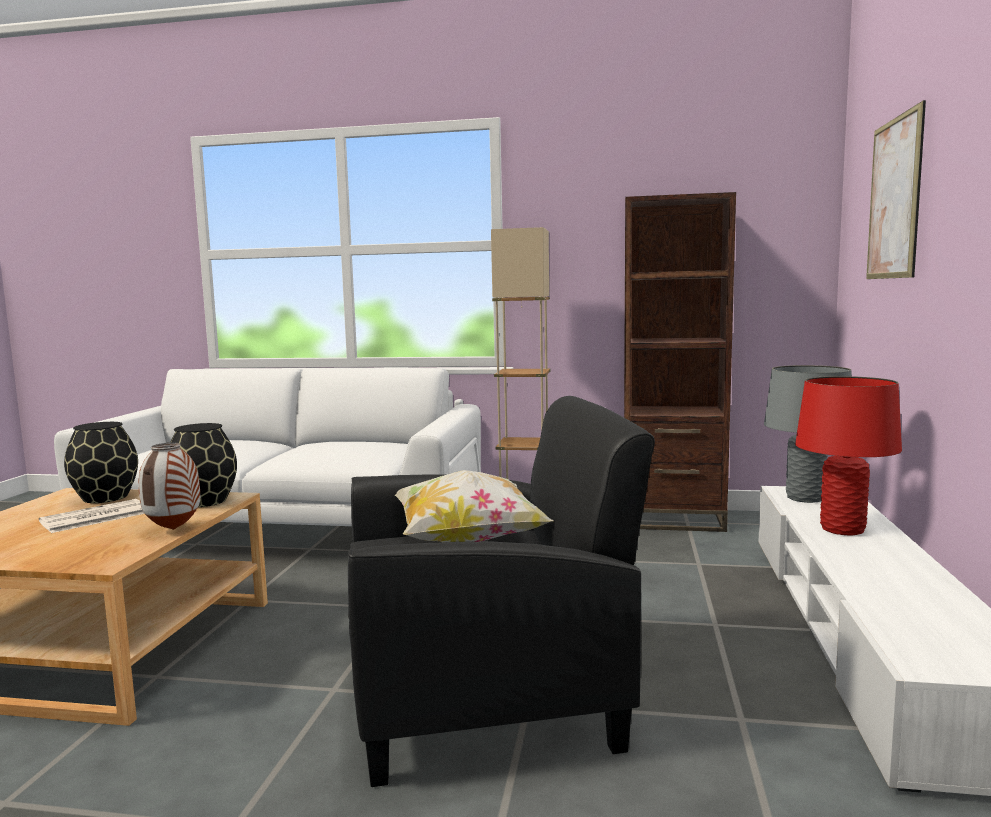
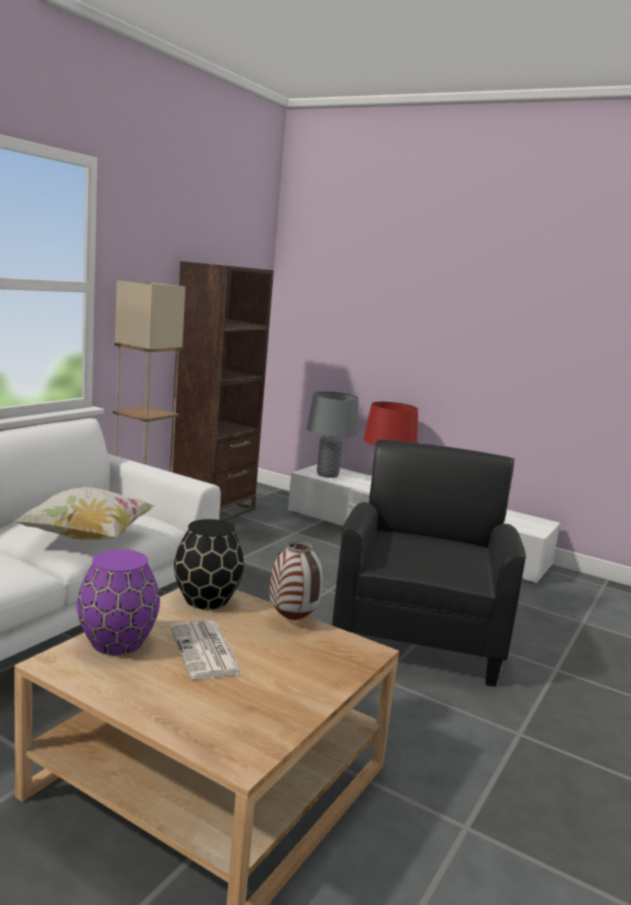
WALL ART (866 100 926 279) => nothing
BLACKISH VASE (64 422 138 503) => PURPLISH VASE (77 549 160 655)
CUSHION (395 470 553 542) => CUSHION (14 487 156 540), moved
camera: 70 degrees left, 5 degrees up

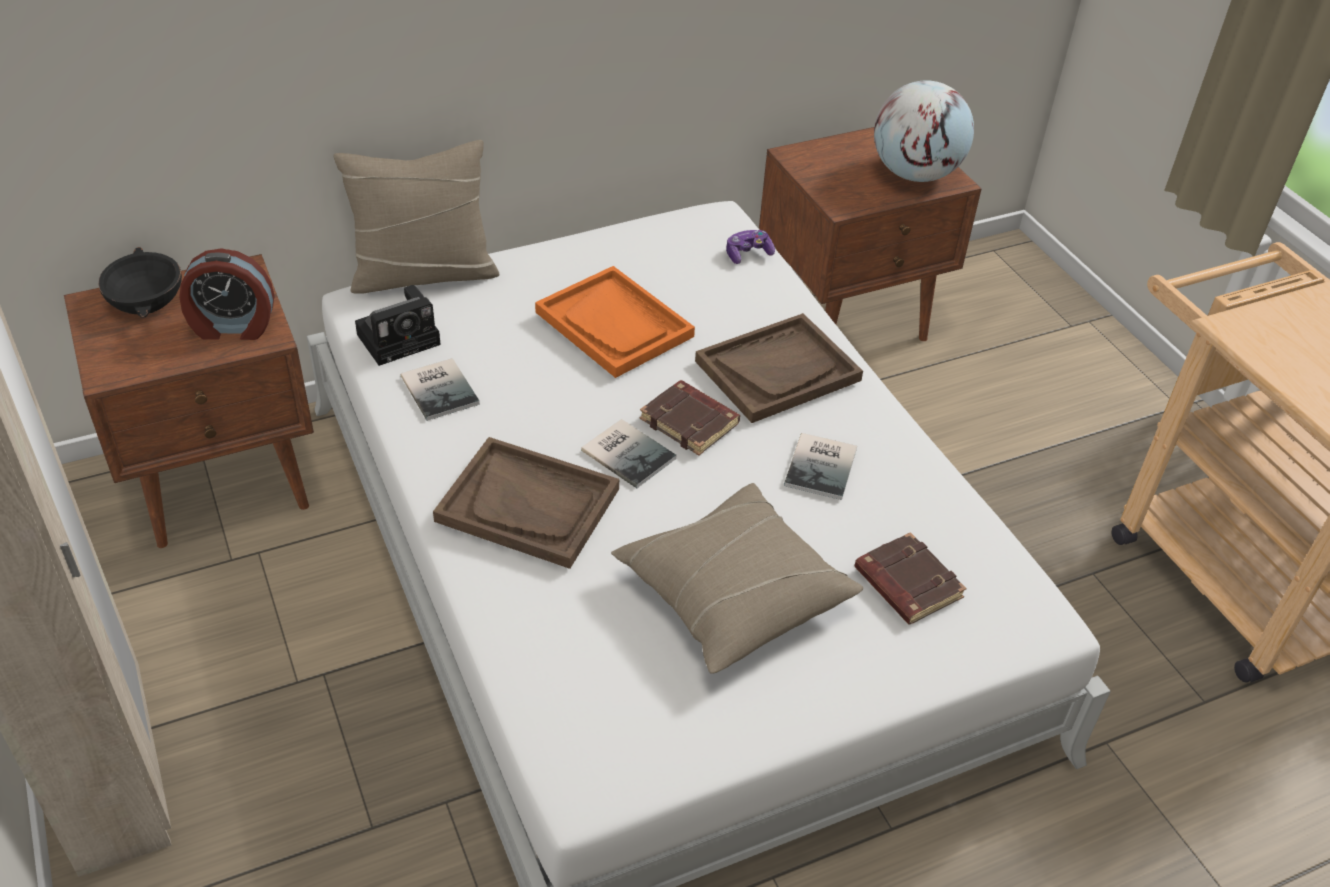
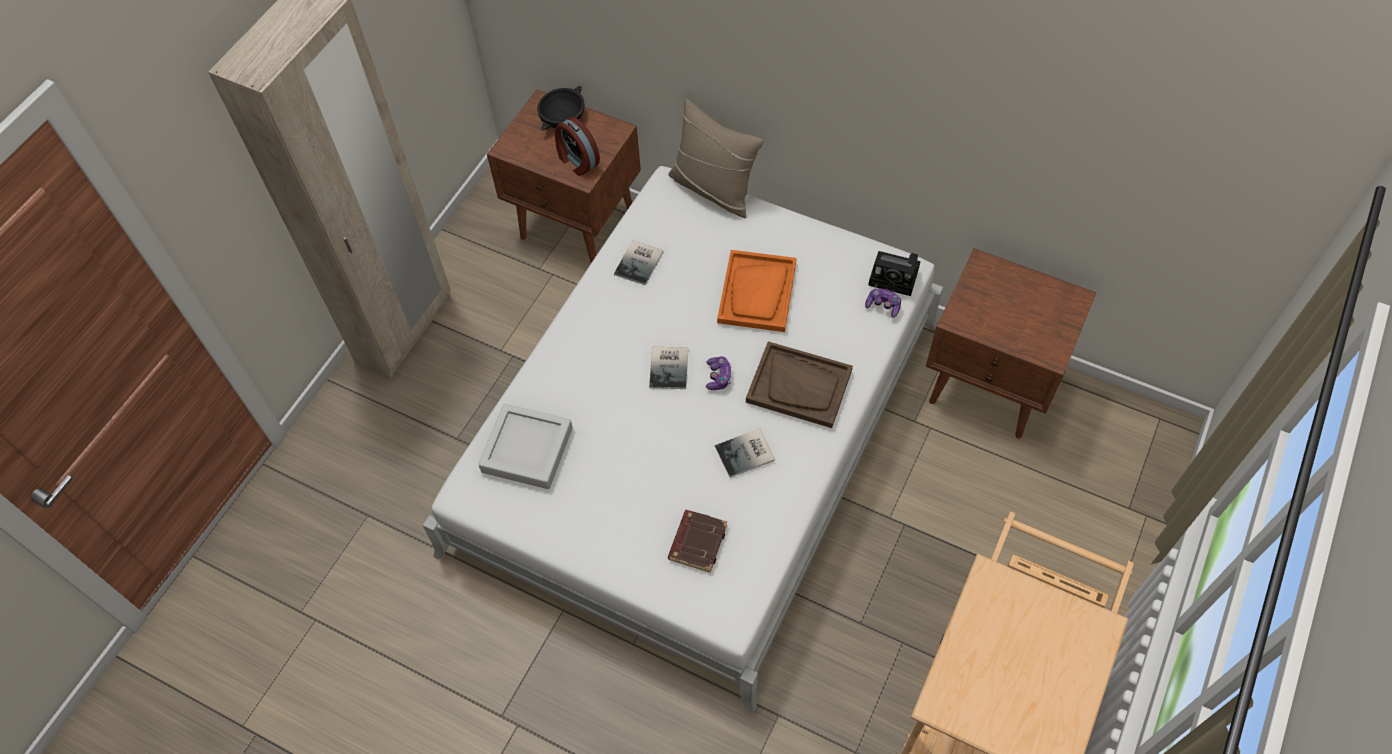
WORLD GLOBE (874 80 974 182) => nothing
PHOTO CAMERA (355 285 441 366) => PHOTO CAMERA (868 251 920 296), moved
BROWNISH BOOK (640 380 740 456) => JOYPAD (706 356 731 390)
BROWNISH CARRYING TRAY (433 437 619 569) => nothing
BEIGE CUSHION (611 483 863 674) => nothing
nothing => GRAY CARRYING TRAY (478 404 573 489)
camera: 55 degrees right, 15 degrees up

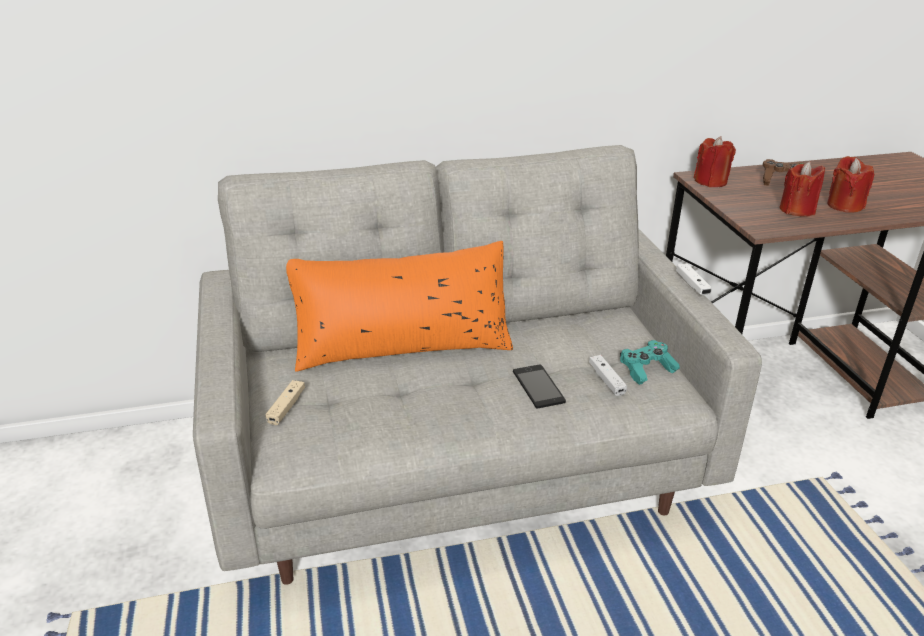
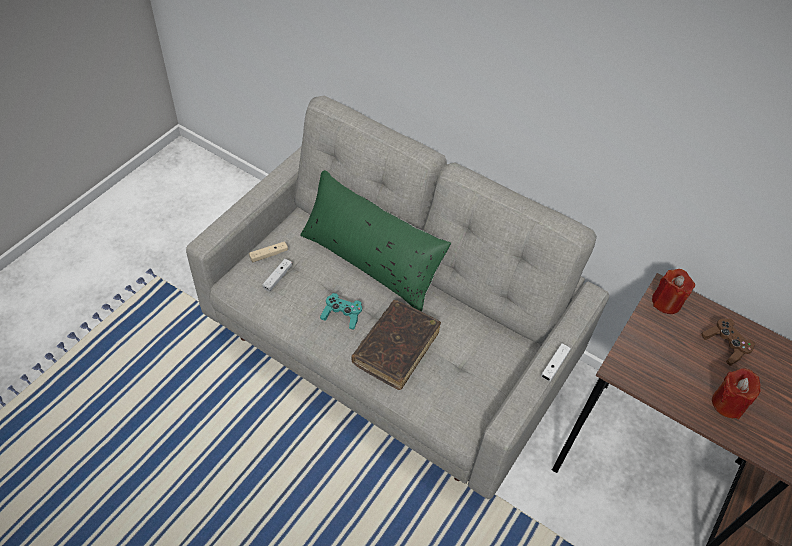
REDDISH CANDLE (779 161 825 217) => nothing
ORANGEY CUSHION (286 241 513 372) => GREENISH CUSHION (300 170 451 312)
BLUE-GREEN JOYPAD (620 340 680 385) => BLUE-GREEN JOYPAD (320 293 362 330), moved
WHITISH JOYPAD (589 355 627 396) => WHITISH JOYPAD (262 259 292 292), moved
PHONE (513 364 566 408) => BROWNISH BOOK (351 300 441 390)
camera: 45 degrees right, 20 degrees up

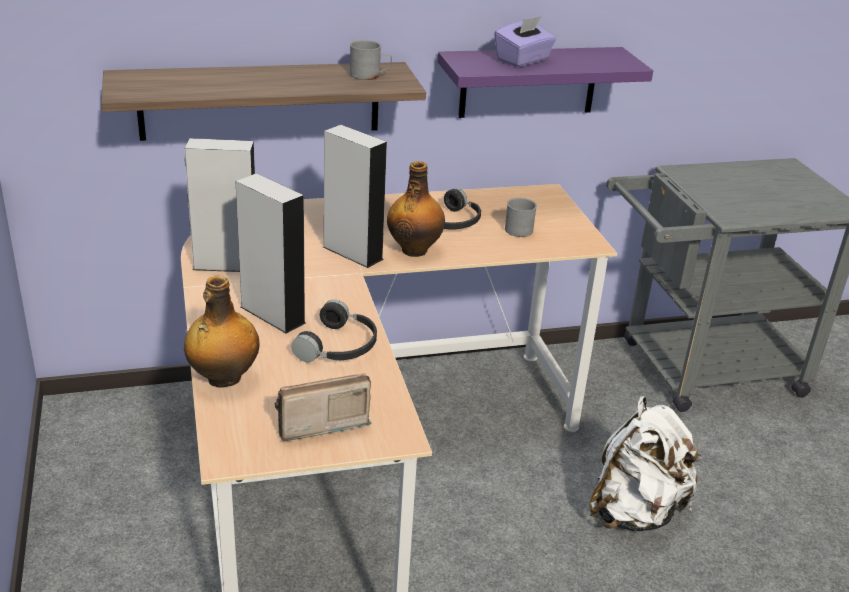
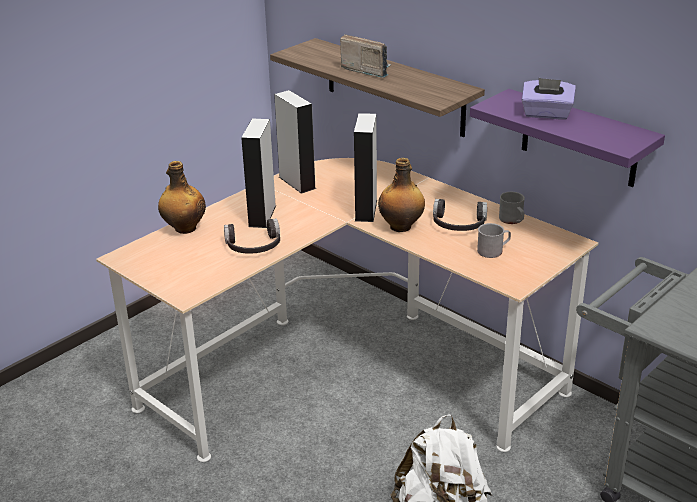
GRAY COFFEE MUG (350 40 392 80) => GRAY COFFEE MUG (499 192 525 224), moved
RADIO RECEIVER (275 373 371 441) => RADIO RECEIVER (340 34 391 78), moved
camera: 60 degrees right, 0 degrees up

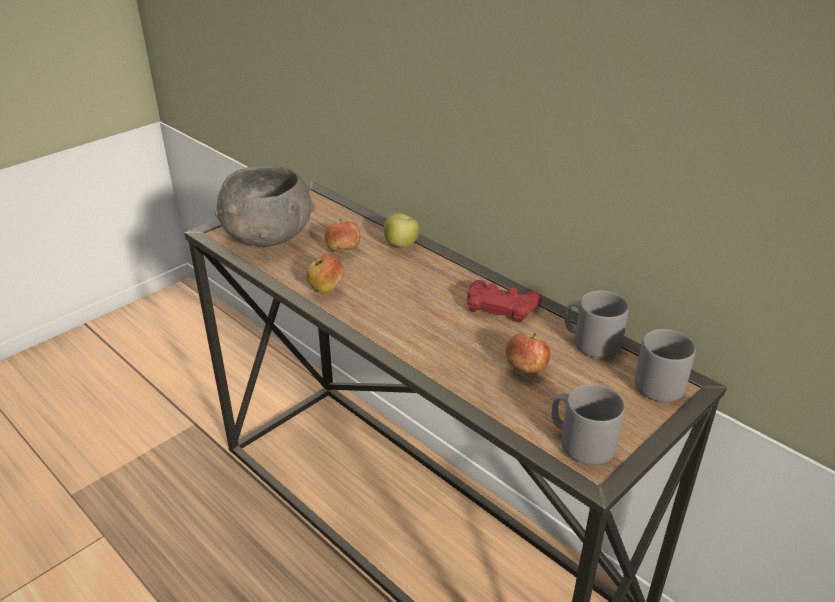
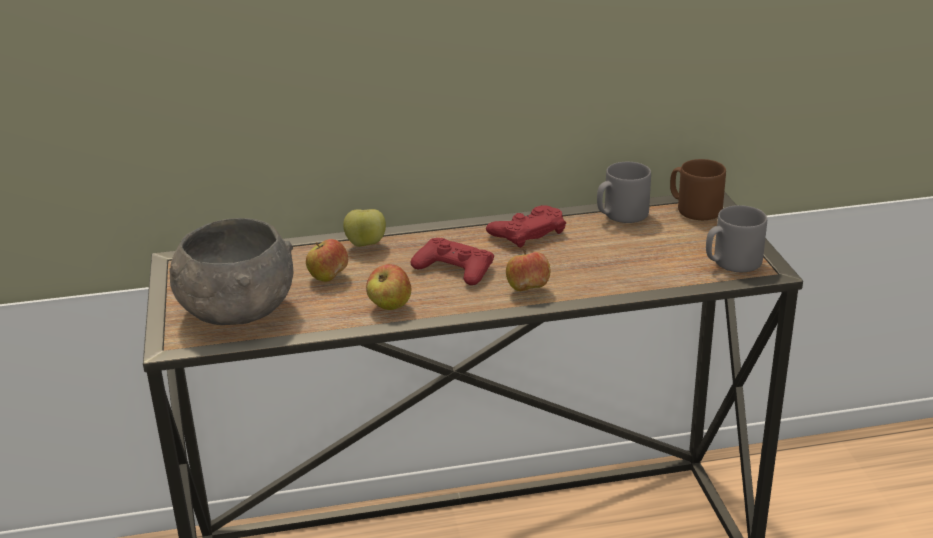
GRAY COFFEE MUG (634 329 696 402) => BROWNISH COFFEE MUG (670 159 726 220)
APPLE (506 333 551 374) => APPLE (506 250 550 291), moved
nothing => REDDISH JOYPAD (410 238 494 285)
camera: 55 degrees left, 5 degrees down

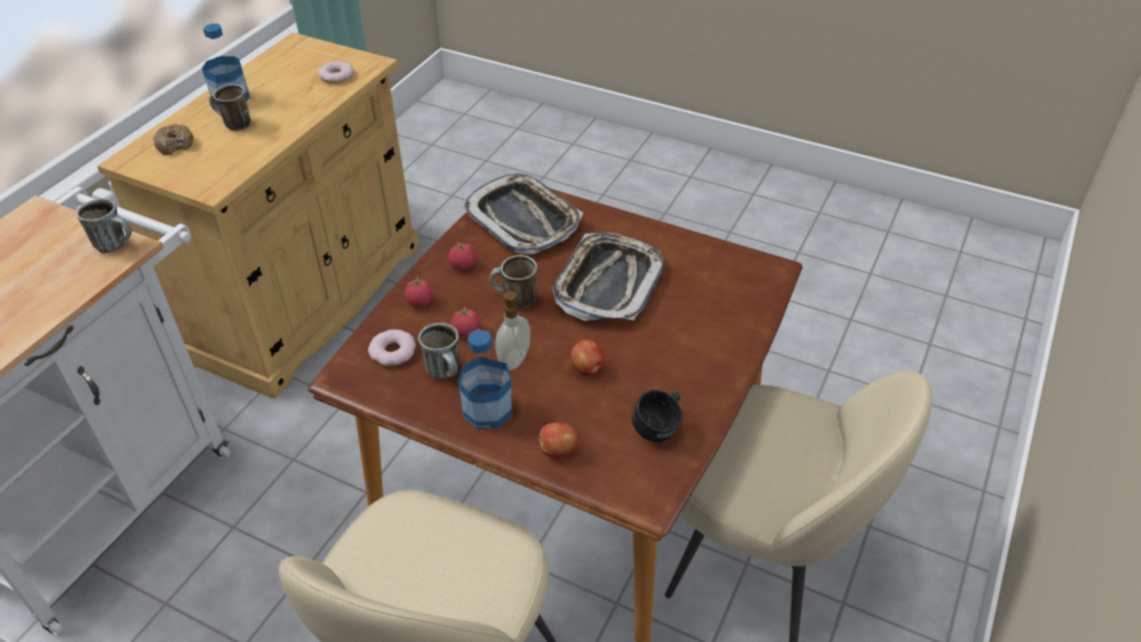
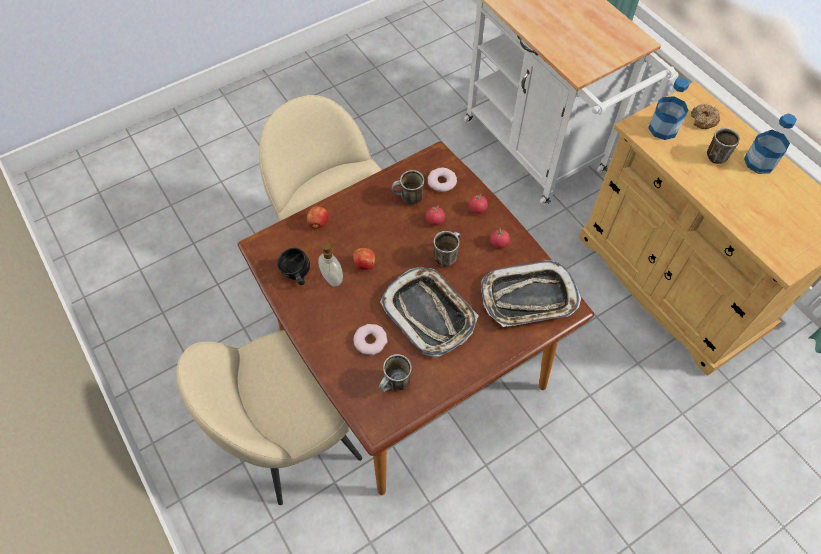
DOUGHNUT (318 61 354 83) => DOUGHNUT (353 324 388 355), moved
COFFEE MUG (76 198 132 253) => COFFEE MUG (379 354 412 392), moved
LIQUID SOAP BOTTLE (494 291 530 370) => LIQUID SOAP BOTTLE (318 242 343 287), moved
BEVERAGE BOTTLE (458 329 512 429) => BEVERAGE BOTTLE (648 78 690 140), moved
camera: 120 degrees right, 15 degrees up

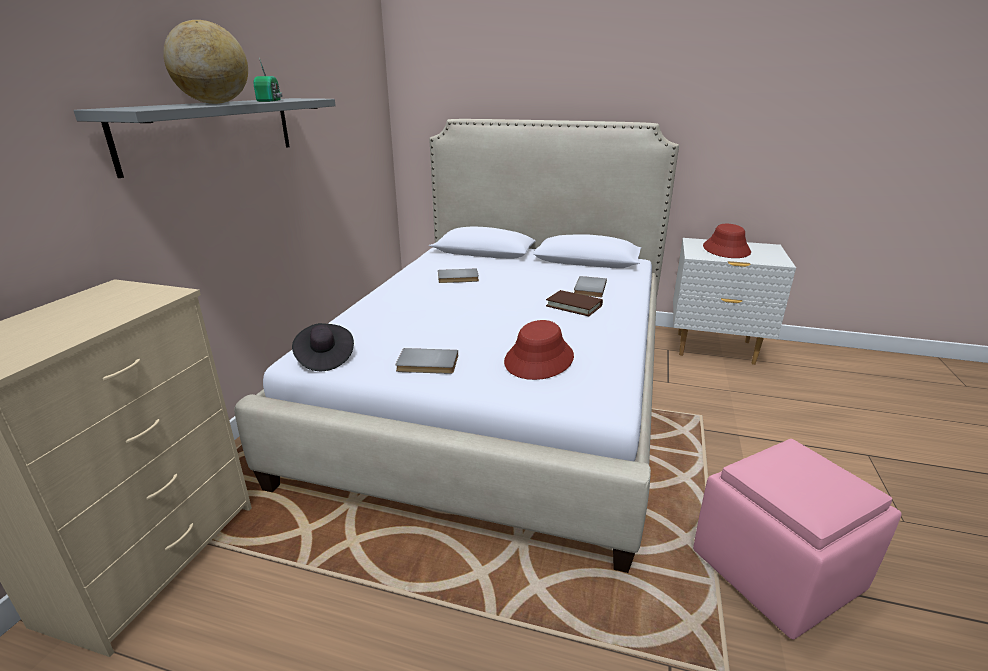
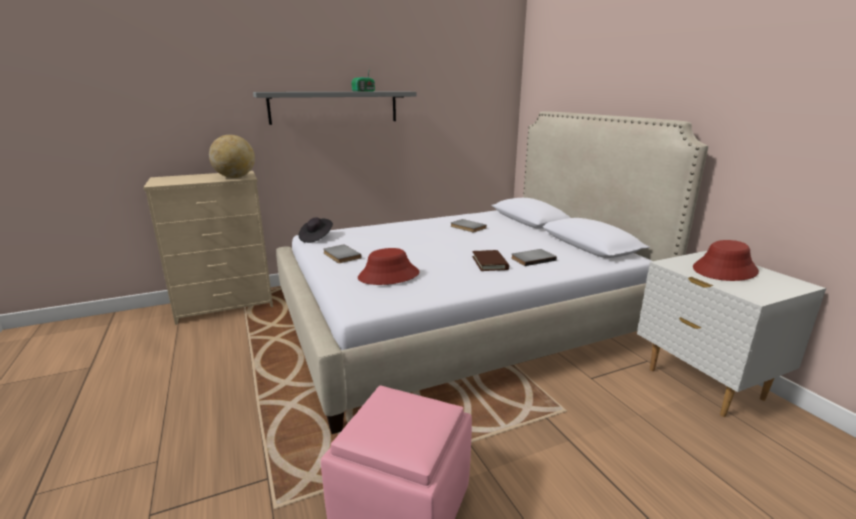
WORLD GLOBE (163 20 248 104) => WORLD GLOBE (209 135 255 178), moved
camera: 50 degrees right, 5 degrees down

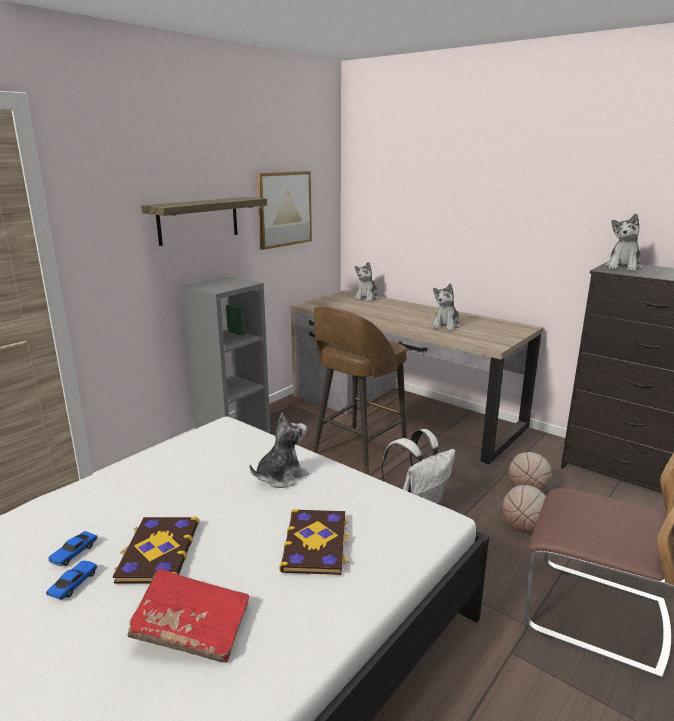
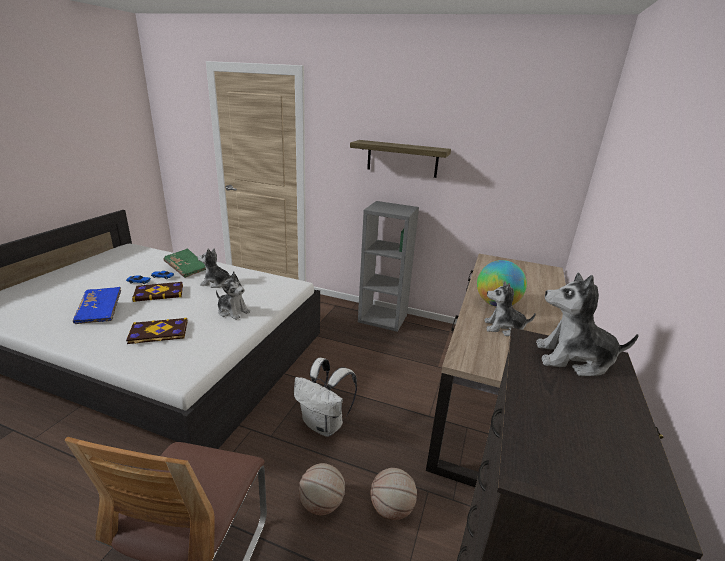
WALL ART (256 171 312 250) => nothing
PLUSH TOY (354 262 379 302) => PLUSH TOY (198 248 234 288), moved
BROWNISH SITTING STOOL (313 306 407 475) => nothing
REDDISH BOOK (128 568 249 663) => BLUISH BOOK (73 287 121 324)
nothing => GREENISH BOOK (164 249 206 278)
nothing => WORLD GLOBE (477 260 527 307)
camera: 70 degrees right, 5 degrees up

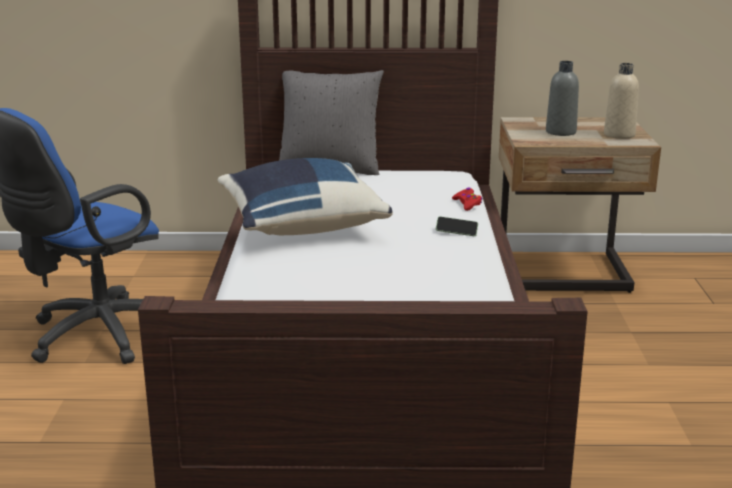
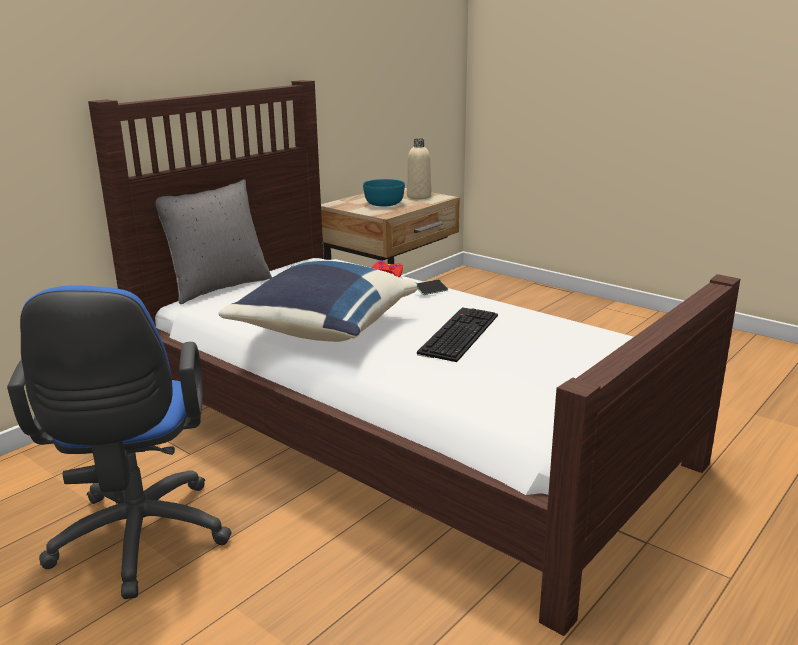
GRAY BEVERAGE BOTTLE (546 61 579 136) => BLUE-GREEN BOWL (363 179 405 207)
nothing => COMPUTER KEYBOARD (417 307 498 362)
camera: 50 degrees left, 0 degrees up

